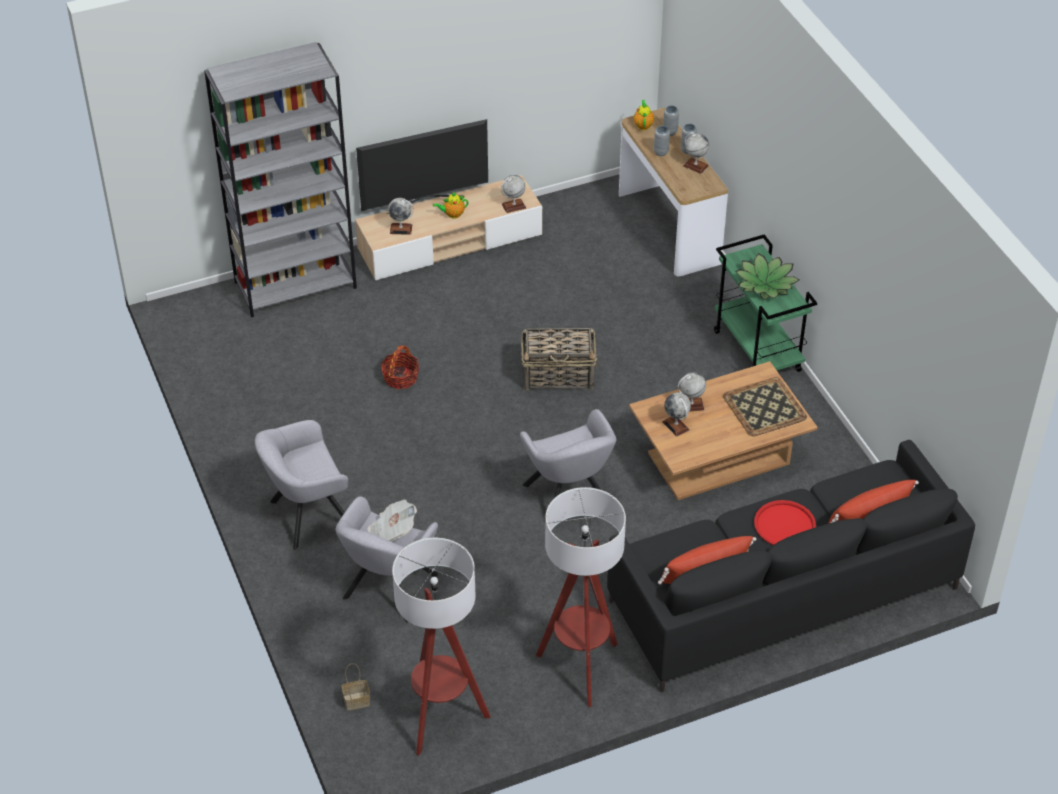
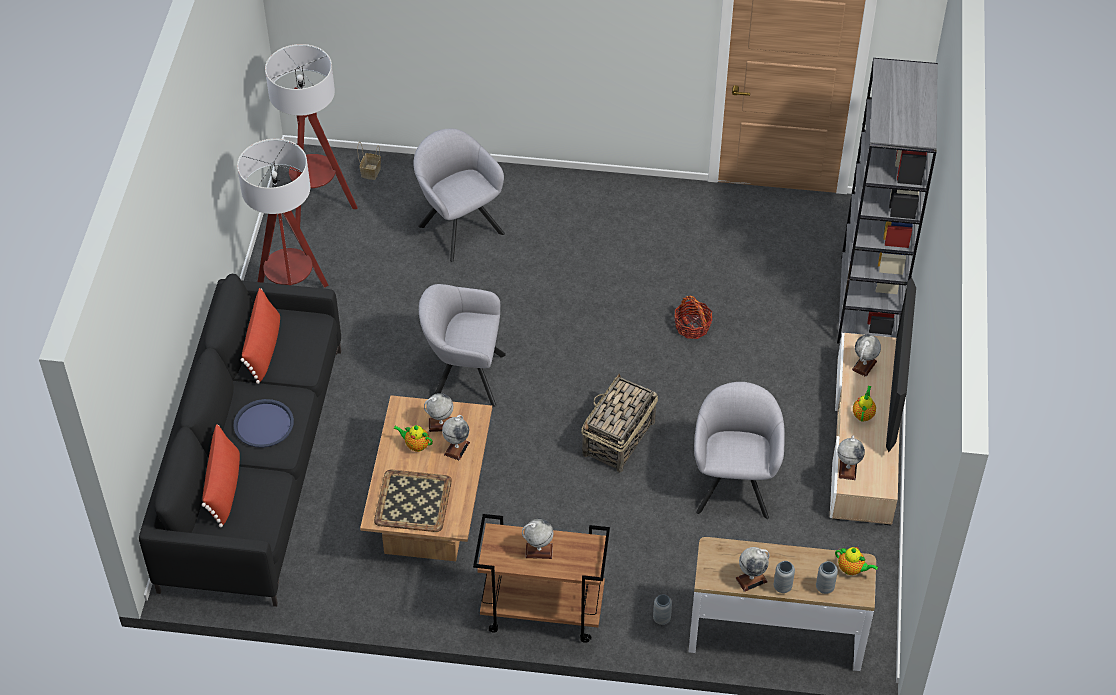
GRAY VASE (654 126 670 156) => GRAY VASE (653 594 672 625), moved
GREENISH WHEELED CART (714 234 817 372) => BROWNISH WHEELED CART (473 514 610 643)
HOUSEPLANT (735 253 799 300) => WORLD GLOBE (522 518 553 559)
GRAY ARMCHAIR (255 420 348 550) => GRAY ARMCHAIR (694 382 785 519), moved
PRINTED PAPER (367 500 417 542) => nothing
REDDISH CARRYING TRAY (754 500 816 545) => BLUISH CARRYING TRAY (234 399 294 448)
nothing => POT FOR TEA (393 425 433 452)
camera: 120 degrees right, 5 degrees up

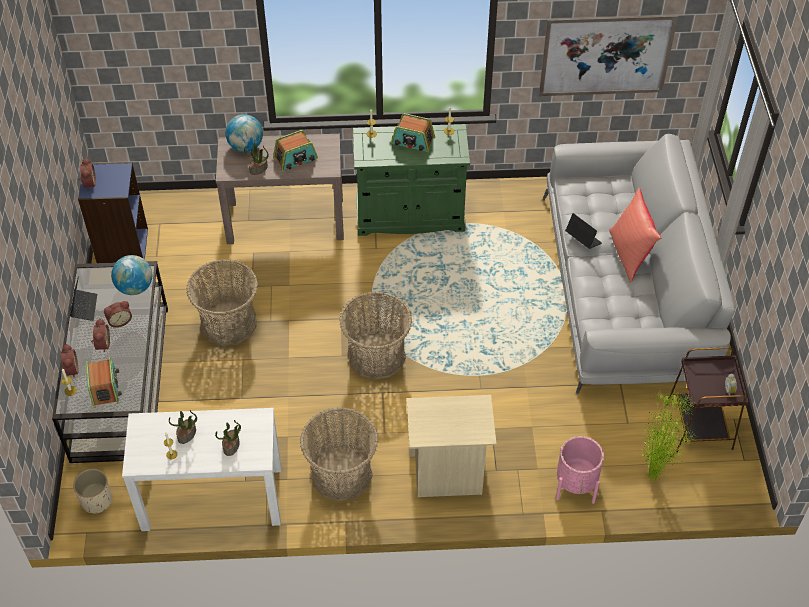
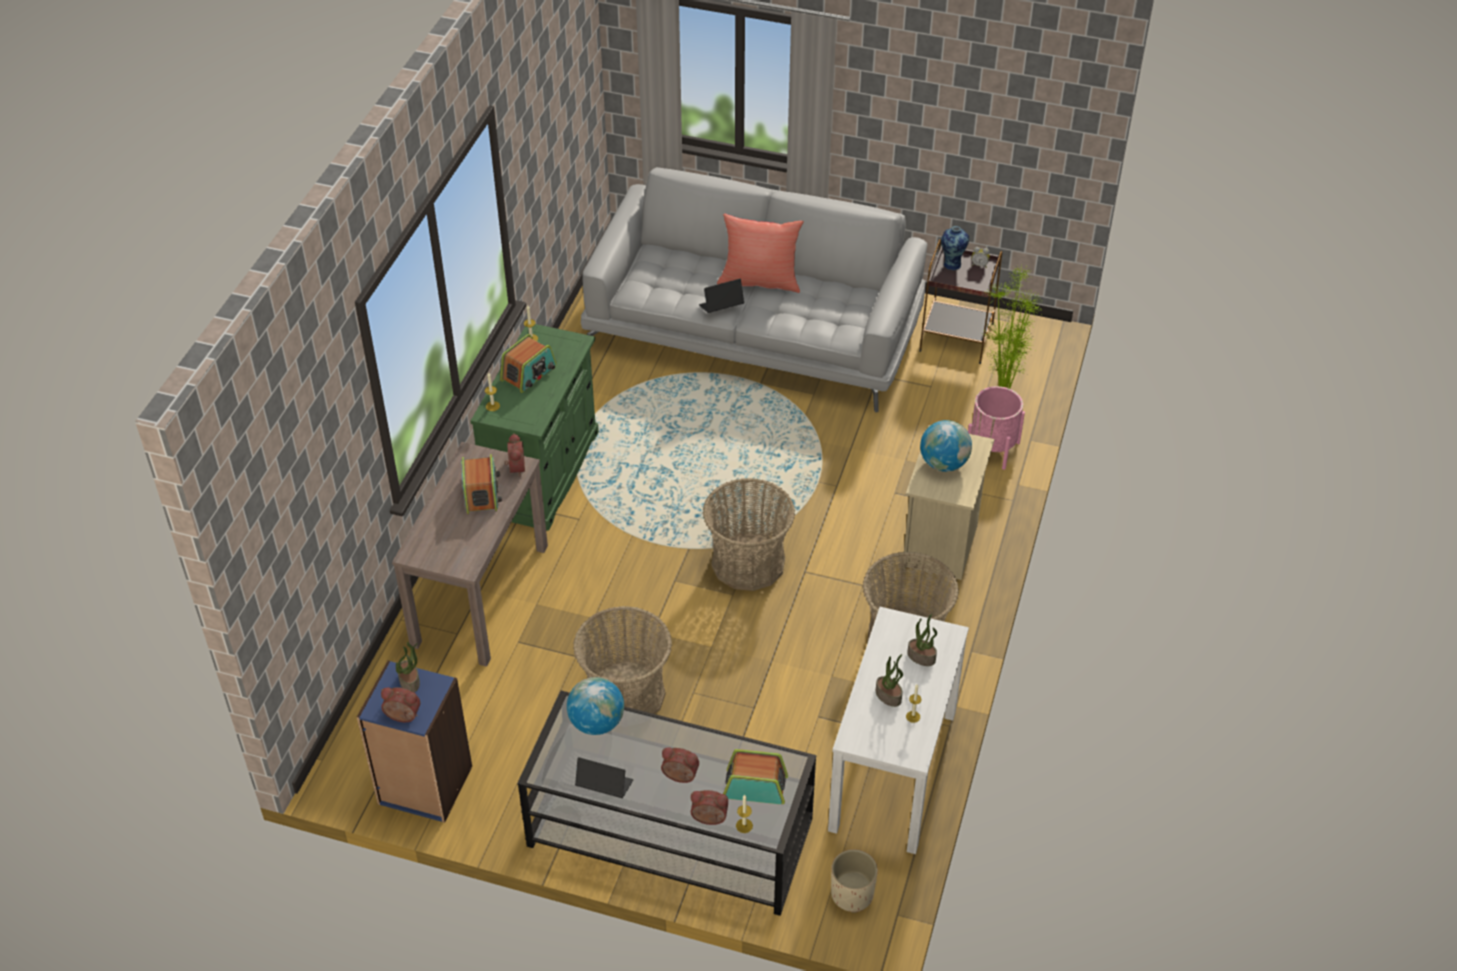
WALL ART (539 15 678 96) => nothing
WORLD GLOBE (225 114 263 152) => WORLD GLOBE (920 420 972 472), moved
HOUSEPLANT (244 143 269 175) => HOUSEPLANT (396 642 420 692), moved
BEDSIDE CLOCK (104 301 132 328) => BEDSIDE CLOCK (505 433 525 477), moved
nothing => VASE (941 226 969 270)
camera: 70 degrees left, 5 degrees down

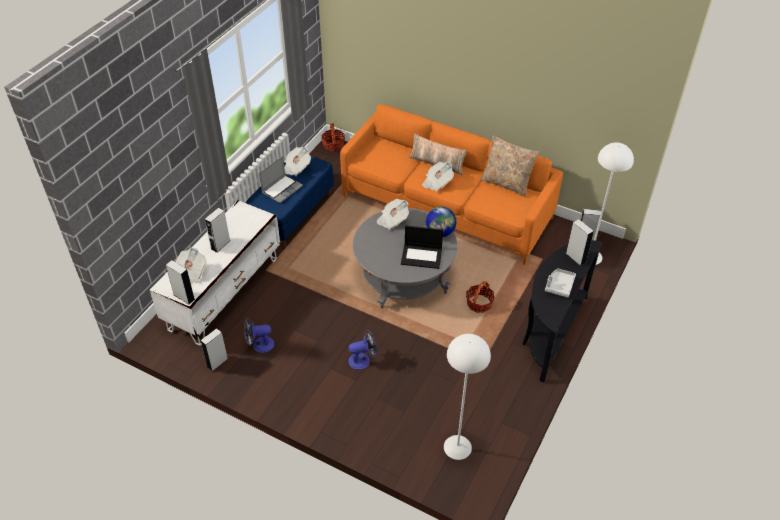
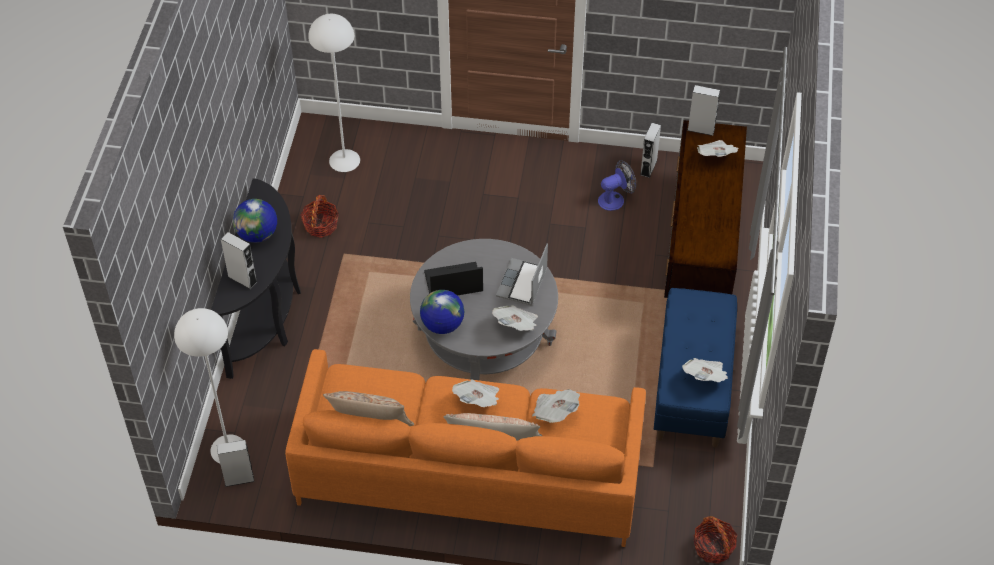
PORTABLE COMPUTER (259 156 303 203) => PORTABLE COMPUTER (496 243 548 306), moved
WHITISH MEDIA CONSOLE (150 200 281 346) => BROWNISH MEDIA CONSOLE (664 120 747 298)
GRAY SPEAKER (205 208 230 253) => nothing
GRAY CARRYING TRAY (545 268 576 298) => WORLD GLOBE (233 199 277 243)
BASKET (466 281 495 313) => BASKET (301 195 339 238), moved
COOLING FAN (348 330 377 370) => nothing
nothing => PRINTED PAPER (532 389 580 423)
camera: 160 degrees right, 5 degrees up

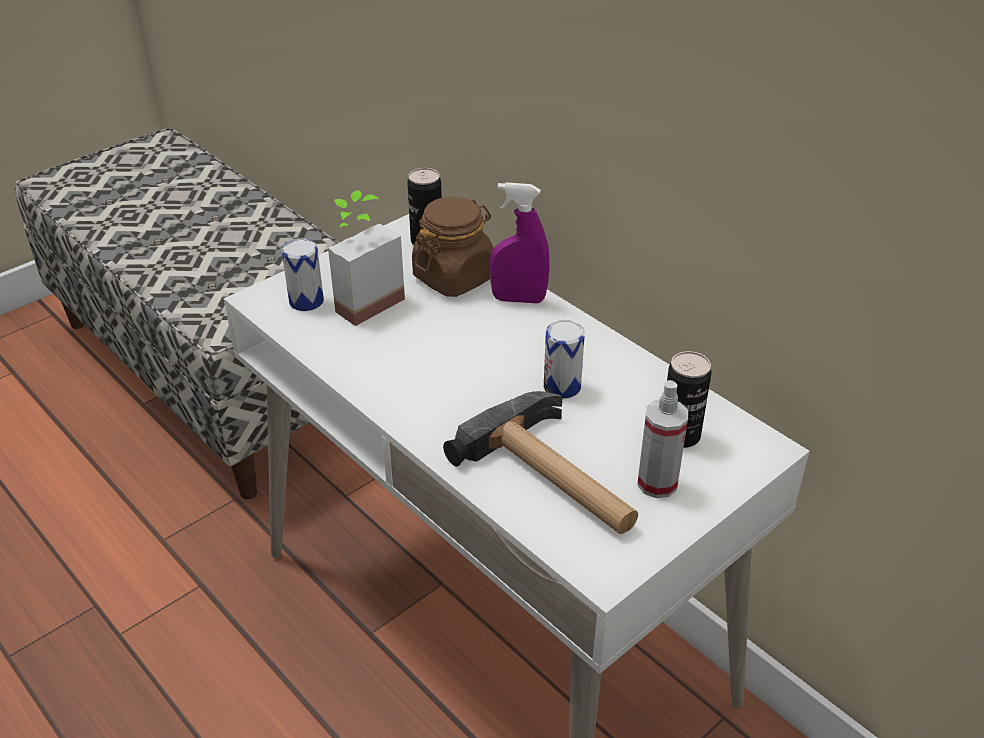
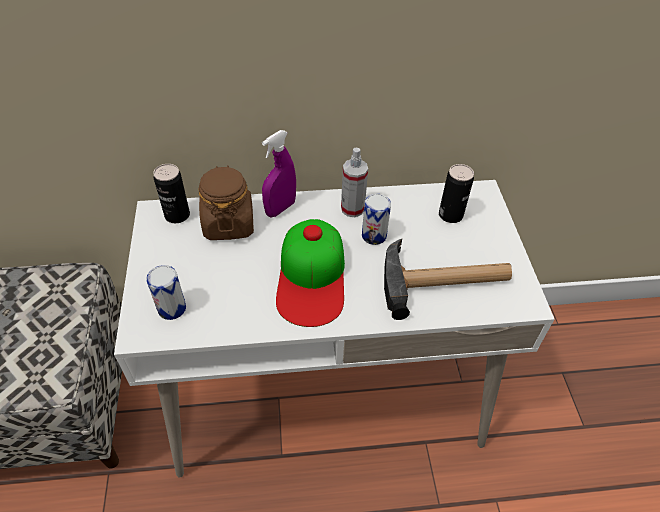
HOUSEPLANT (328 190 405 326) => nothing
SPRAY BOTTLE (637 380 688 498) => SPRAY BOTTLE (341 148 368 217), moved
nothing => CAP (276 219 345 327)
camera: 55 degrees left, 10 degrees up

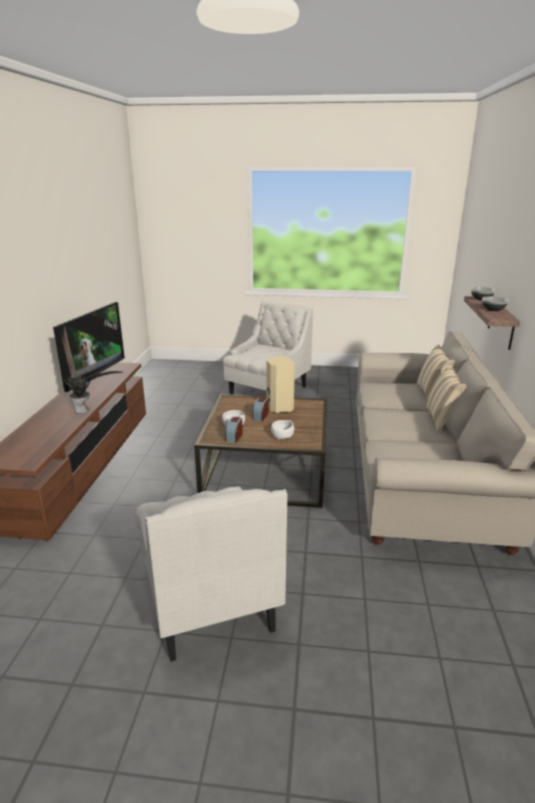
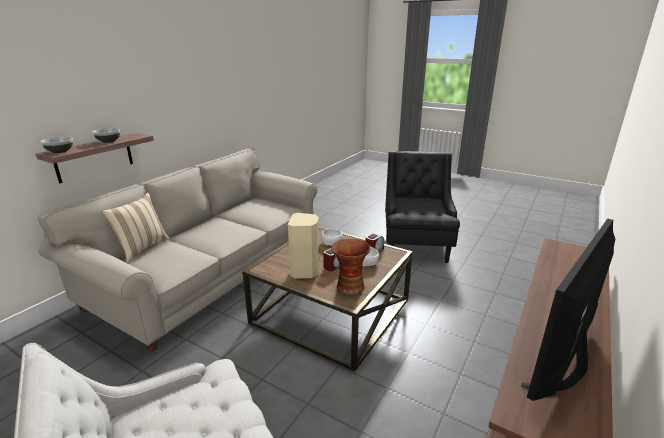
BEIGE CUSHION (426 365 466 432) => nothing
HOUSEPLANT (64 373 92 414) => nothing
WHITISH ARMCHAIR (135 486 288 661) => BLACKISH ARMCHAIR (385 151 460 263)
nothing => VASE (331 239 371 295)
camera: 155 degrees left, 0 degrees up

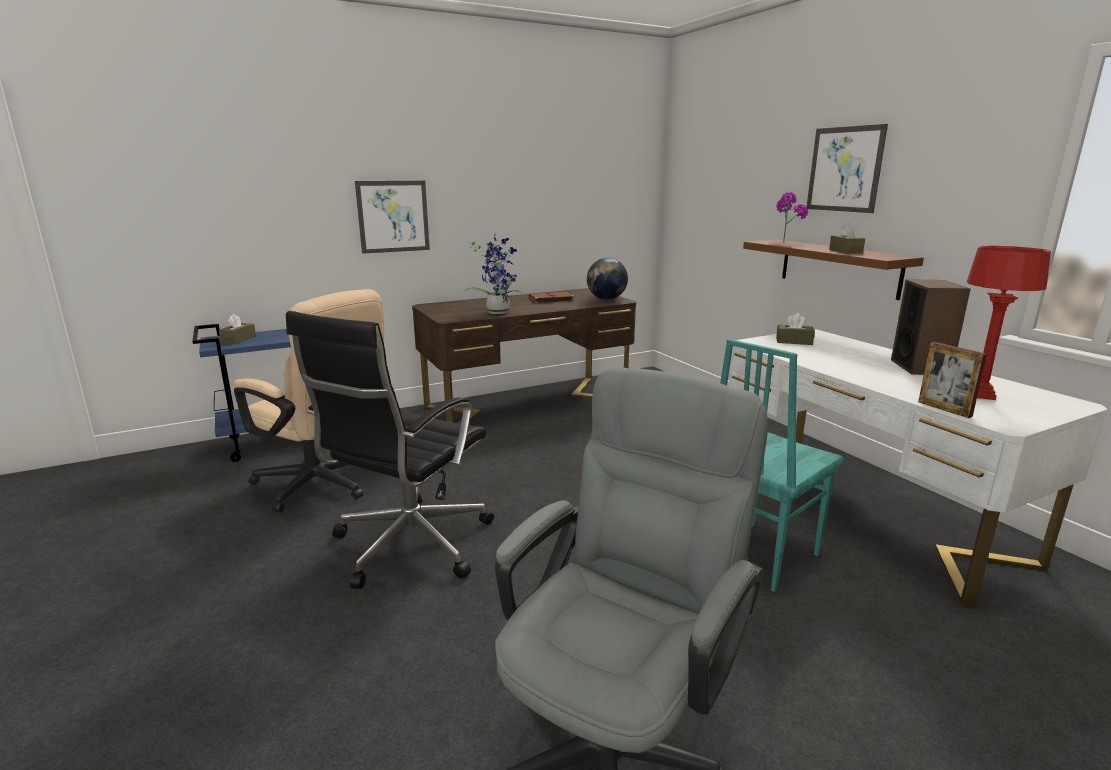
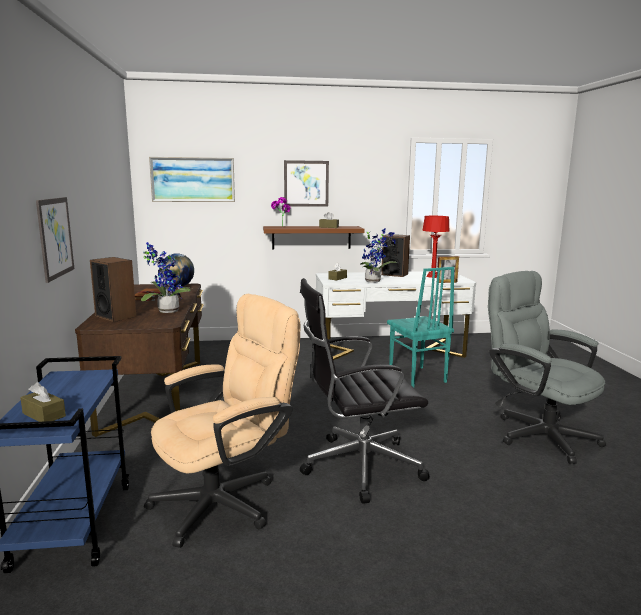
BLACKISH COMPUTER CHAIR (286 311 494 589) => BLACKISH COMPUTER CHAIR (300 278 430 504), 120 degrees clockwise
nothing => WALL ART (149 157 235 202)
nothing => HOUSEPLANT (360 228 397 283)
nothing => SPEAKER (90 257 136 322)
camera: 70 degrees left, 5 degrees down

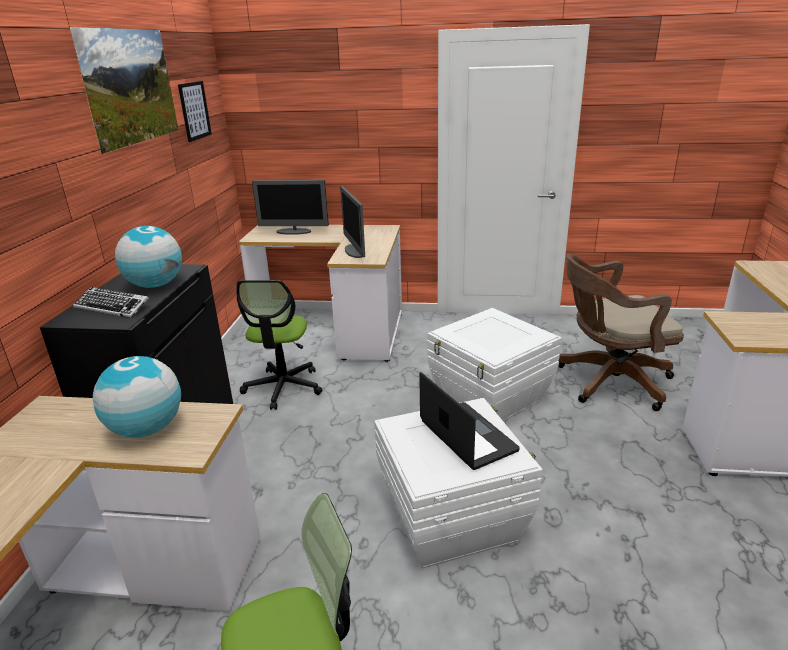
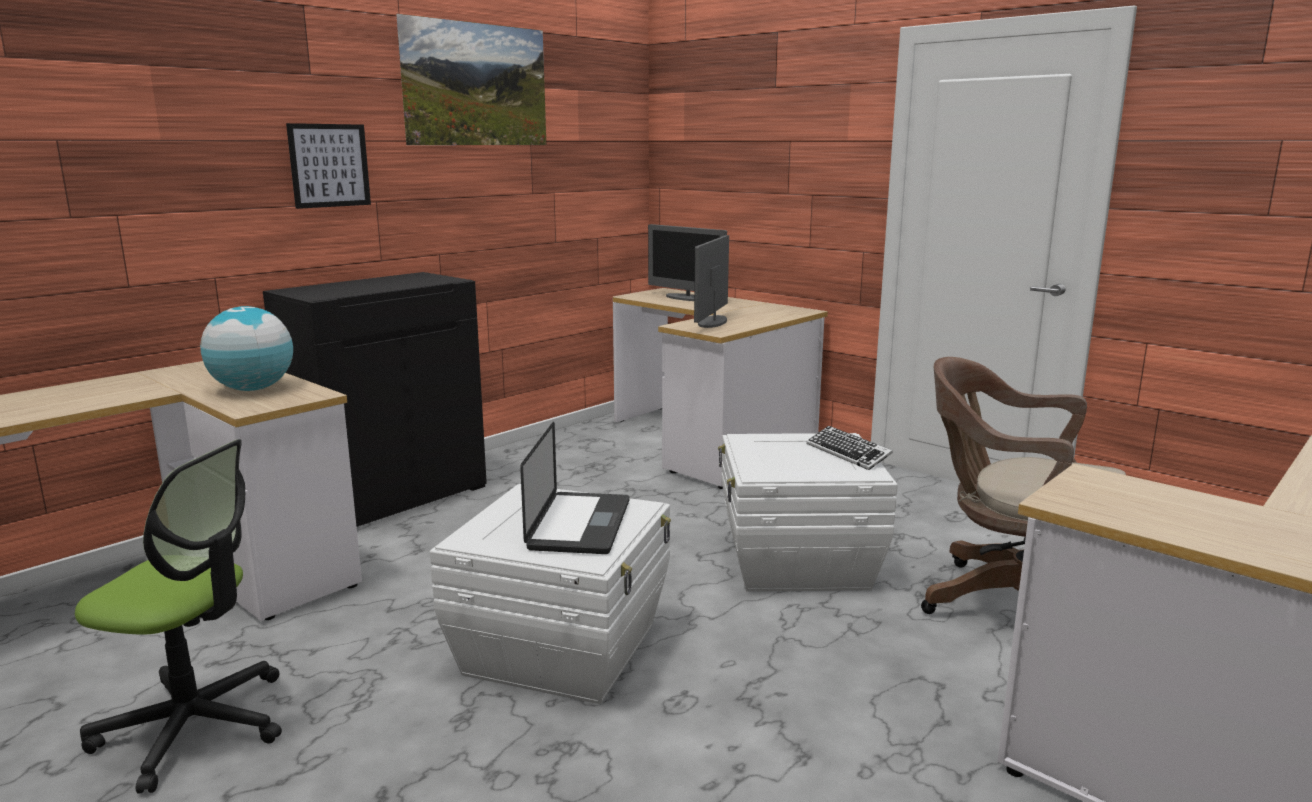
WALL ART (178 81 212 142) => WALL ART (286 123 371 209), moved
WORLD GLOBE (115 226 182 288) => nothing
COMPUTER CHAIR (236 280 323 410) => nothing
COMPUTER KEYBOARD (73 287 148 318) => COMPUTER KEYBOARD (806 426 893 470), moved
camera: 35 degrees right, 10 degrees down

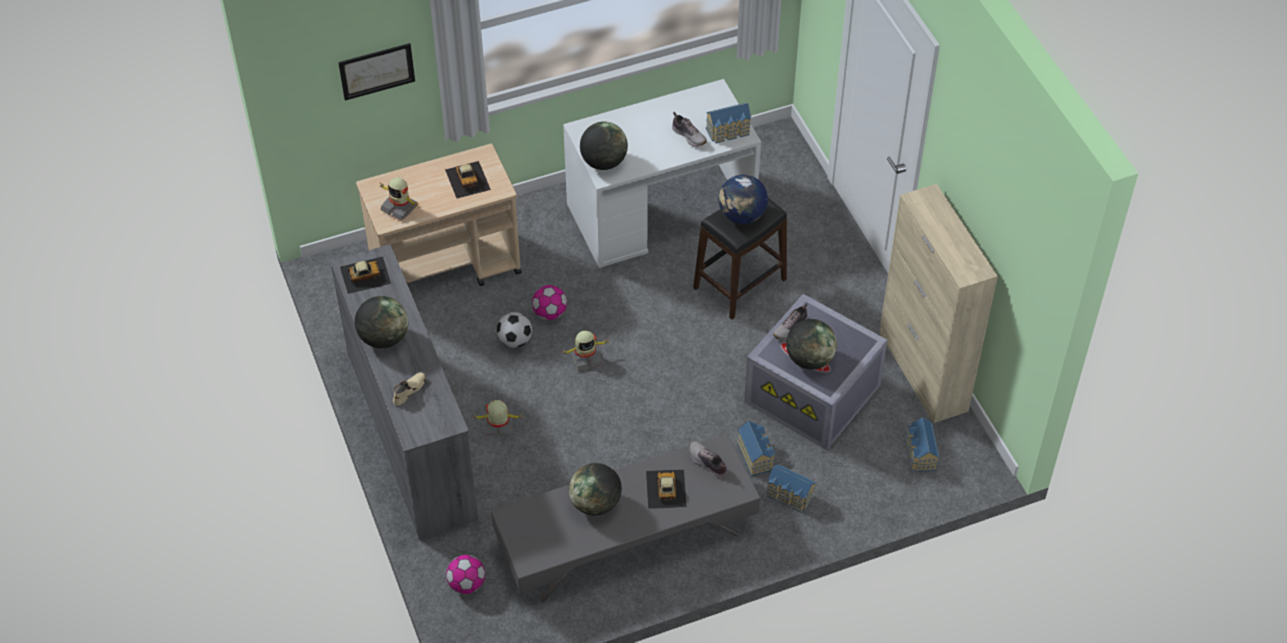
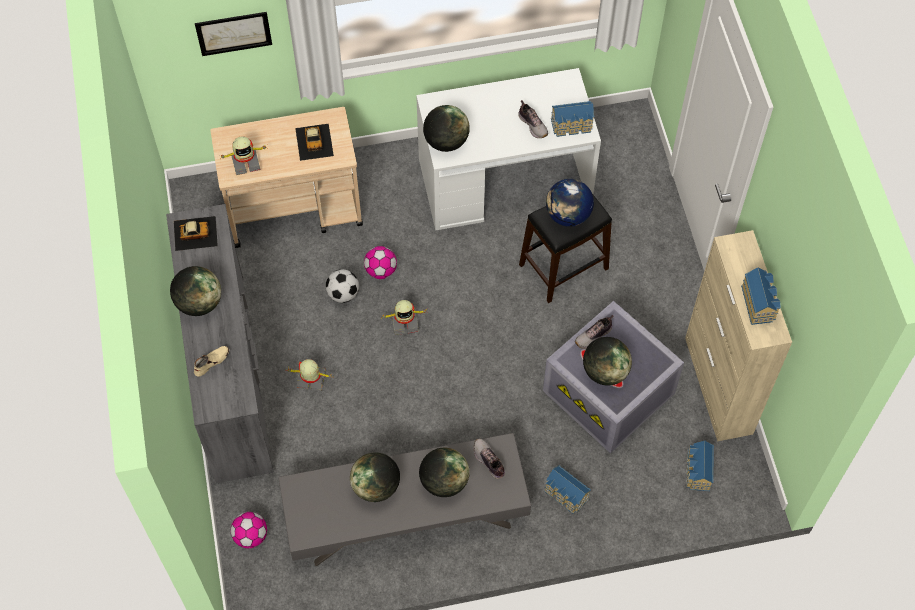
ROBOT FIGURE (379 177 420 221) => ROBOT FIGURE (220 136 268 175), 60 degrees counterclockwise
MODEL HOUSE (737 421 775 476) => MODEL HOUSE (741 267 781 325), moved
MODEL CAR (646 470 687 509) => WORLD GLOBE (419 448 470 497)
camera: 10 degrees right, 10 degrees up

